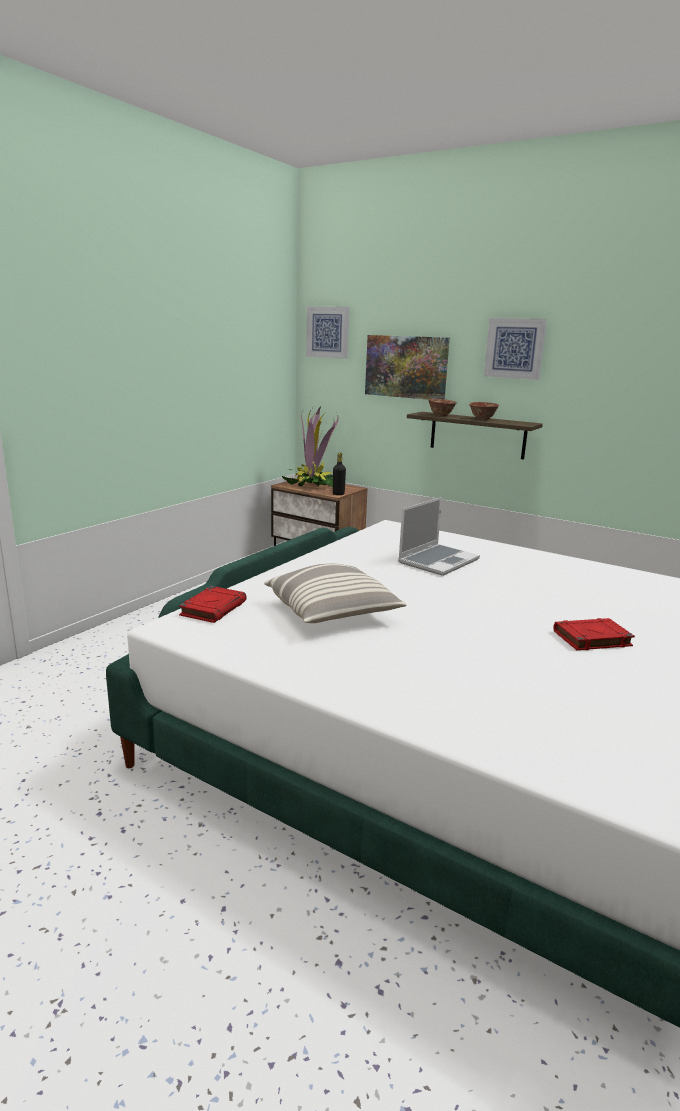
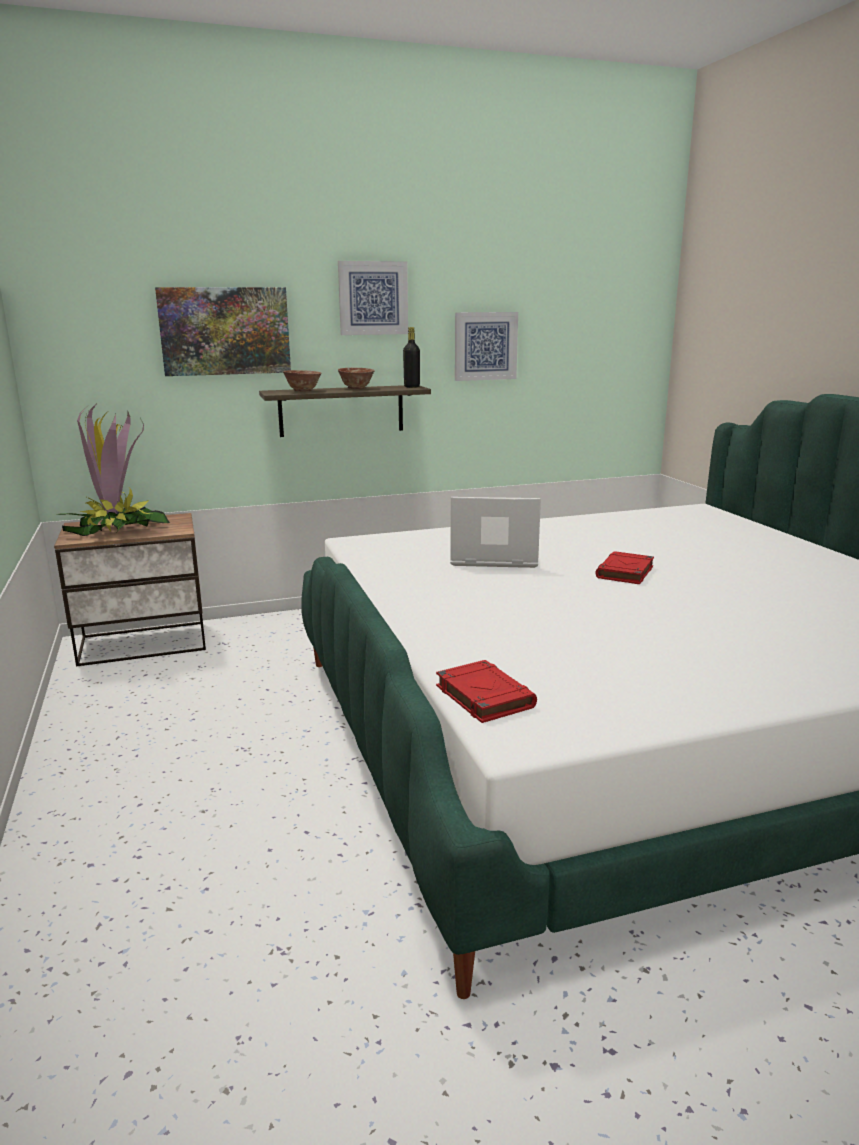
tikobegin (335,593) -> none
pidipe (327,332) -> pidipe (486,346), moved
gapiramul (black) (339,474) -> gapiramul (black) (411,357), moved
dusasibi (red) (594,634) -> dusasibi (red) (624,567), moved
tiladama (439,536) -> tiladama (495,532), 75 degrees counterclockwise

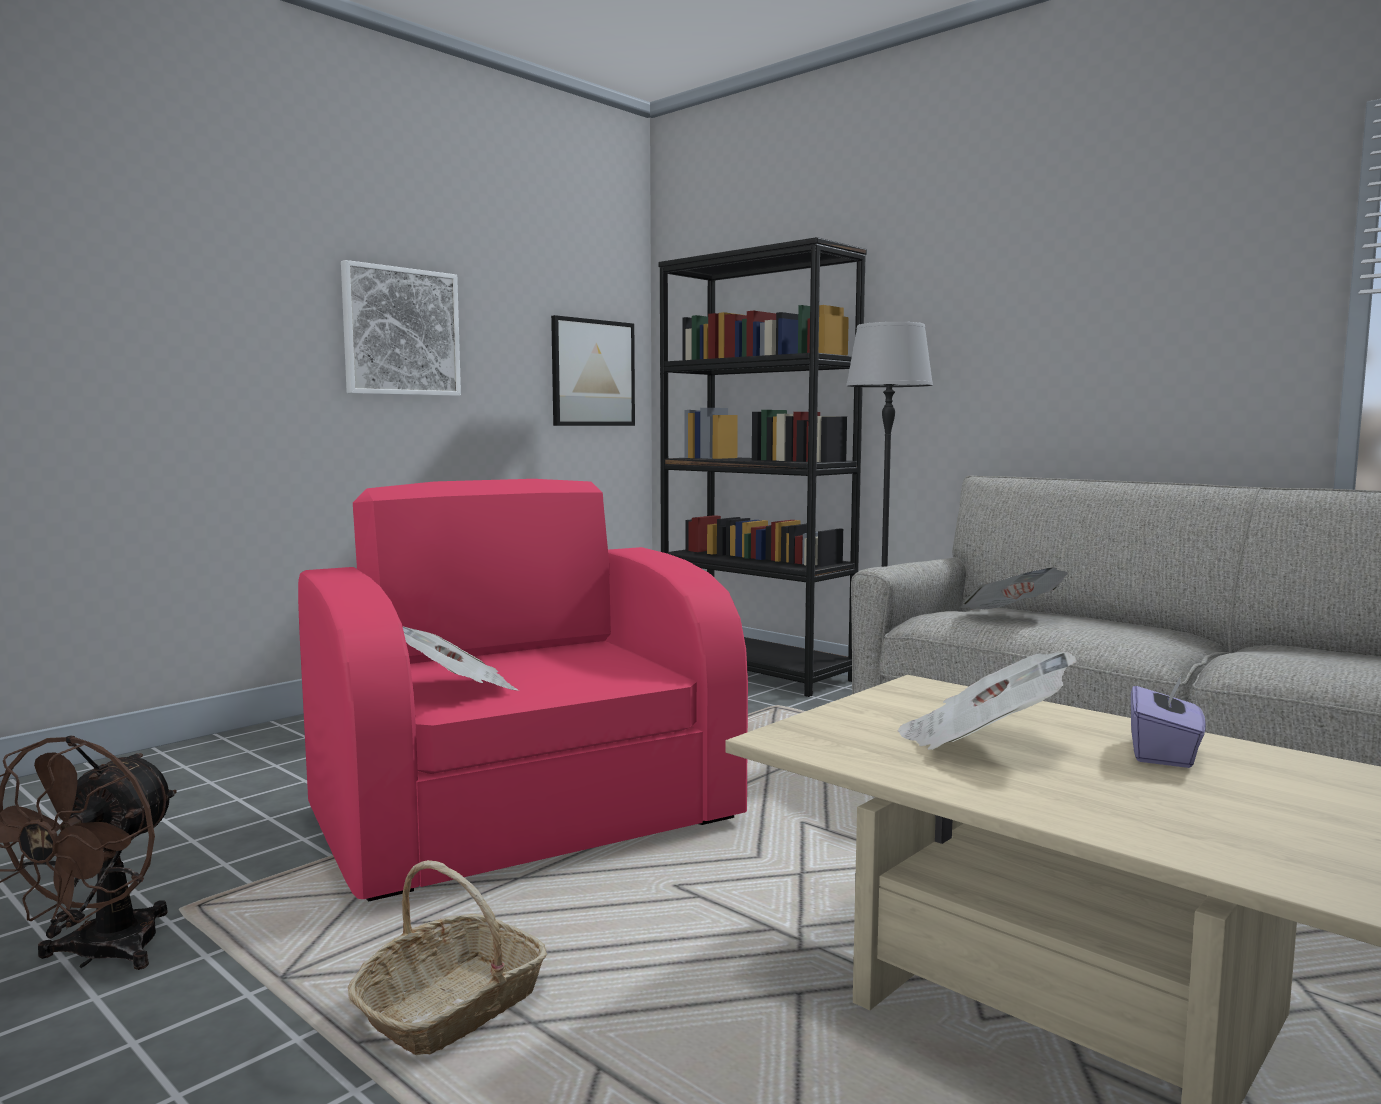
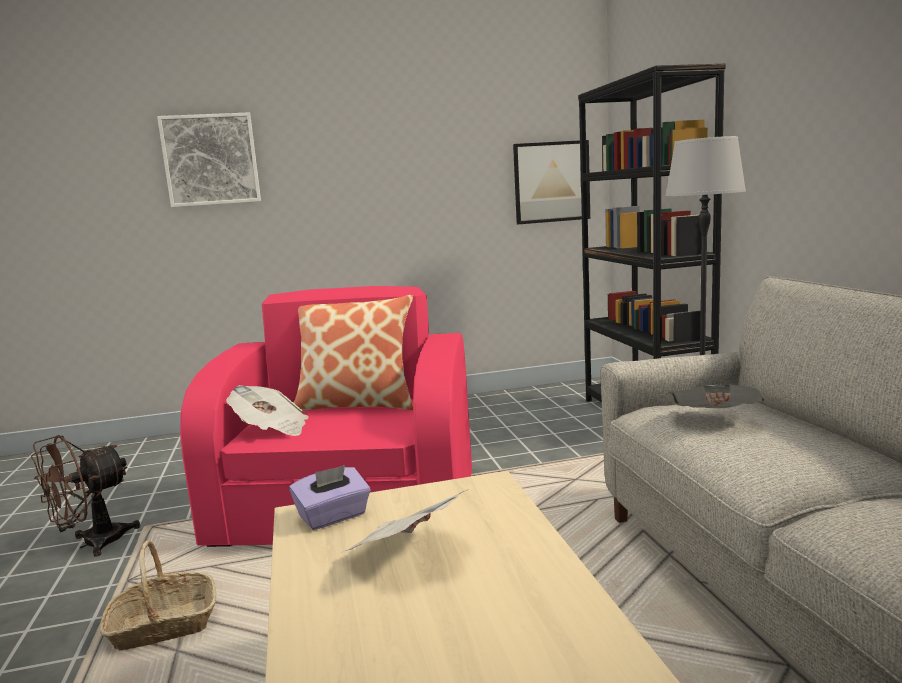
none -> tikobegin (353,353)
pidipe (401,328) -> pidipe (209,159), moved
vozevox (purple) (1168,721) -> vozevox (purple) (329,497), moved

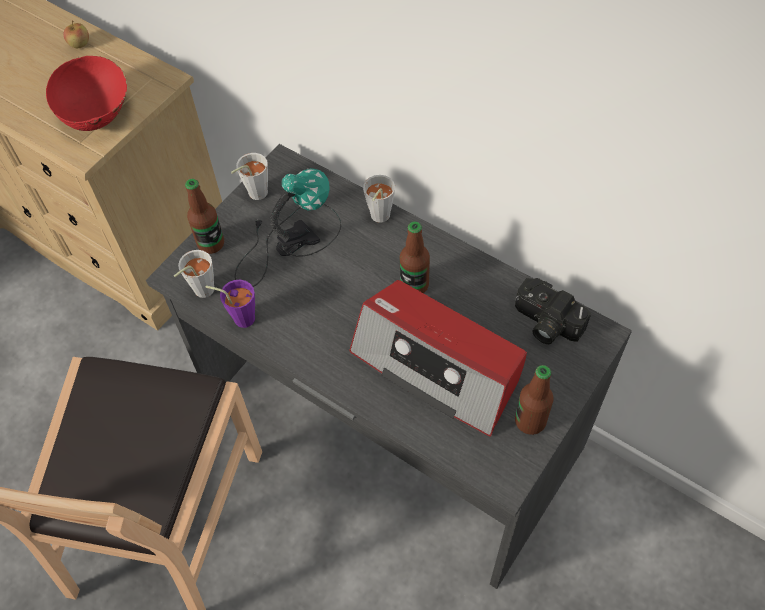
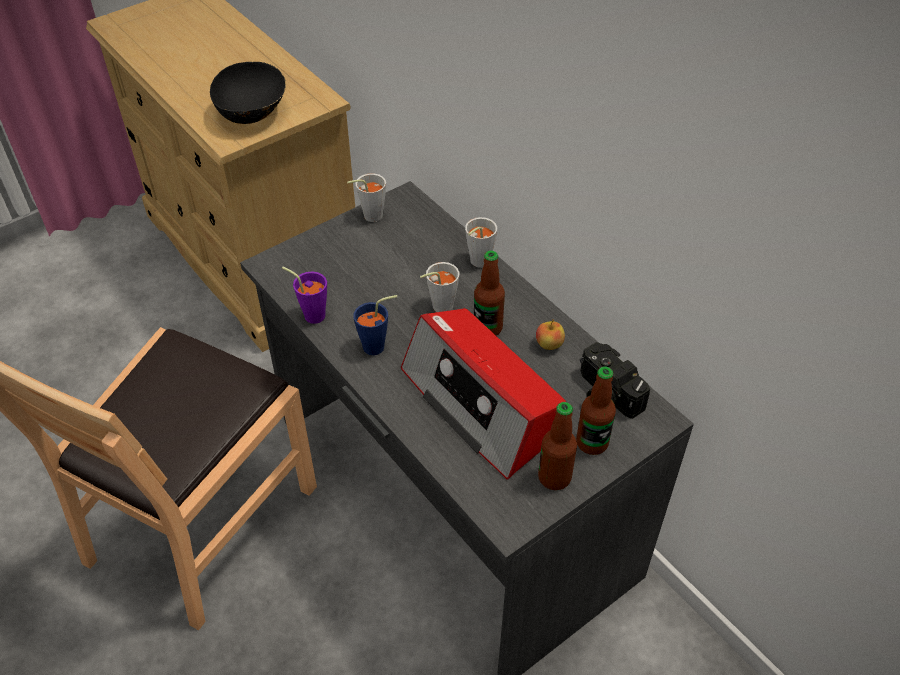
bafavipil (288,227) -> none
none -> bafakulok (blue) (375,325)
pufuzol (76,34) -> pufuzol (550,335), moved
bafakulok (grey) (194,274) -> bafakulok (grey) (439,287), moved
gapiramul (204,216) -> gapiramul (596,411), moved
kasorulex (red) (86,93) -> kasorulex (black) (248,93)

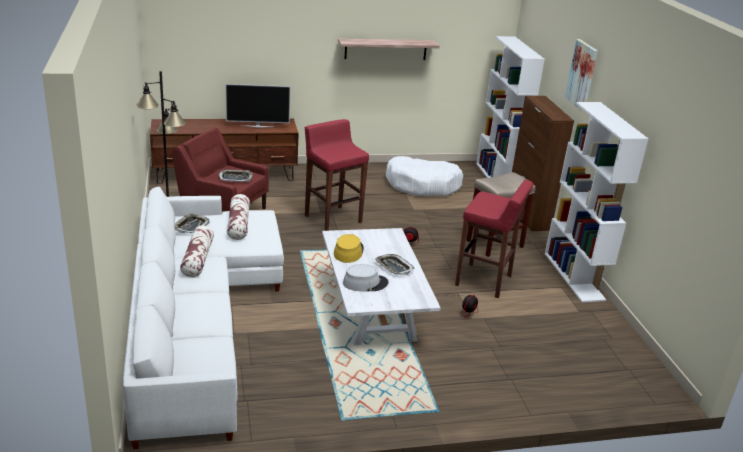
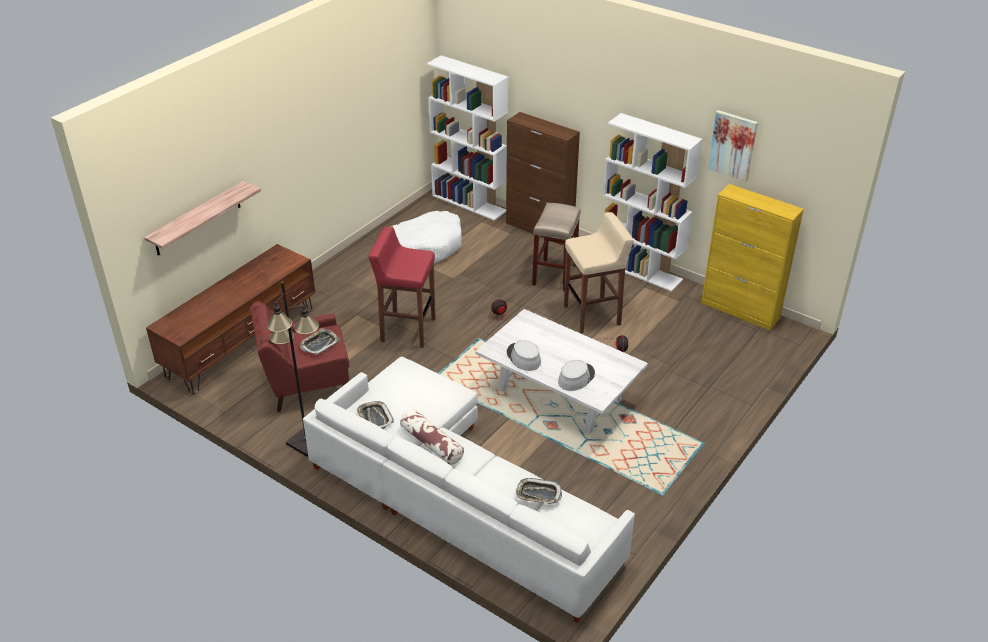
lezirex (257,105) -> none
tikobegin (238,217) -> none
none -> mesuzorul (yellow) (752,257)
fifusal (389,49) -> fifusal (202,218), moved
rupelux (395,264) -> rupelux (539,491), moved
pidipe (581,75) -> pidipe (733,146), moved
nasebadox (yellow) (349,248) -> nasebadox (grey) (524,355)
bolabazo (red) (494,239) -> bolabazo (beige) (599,272)

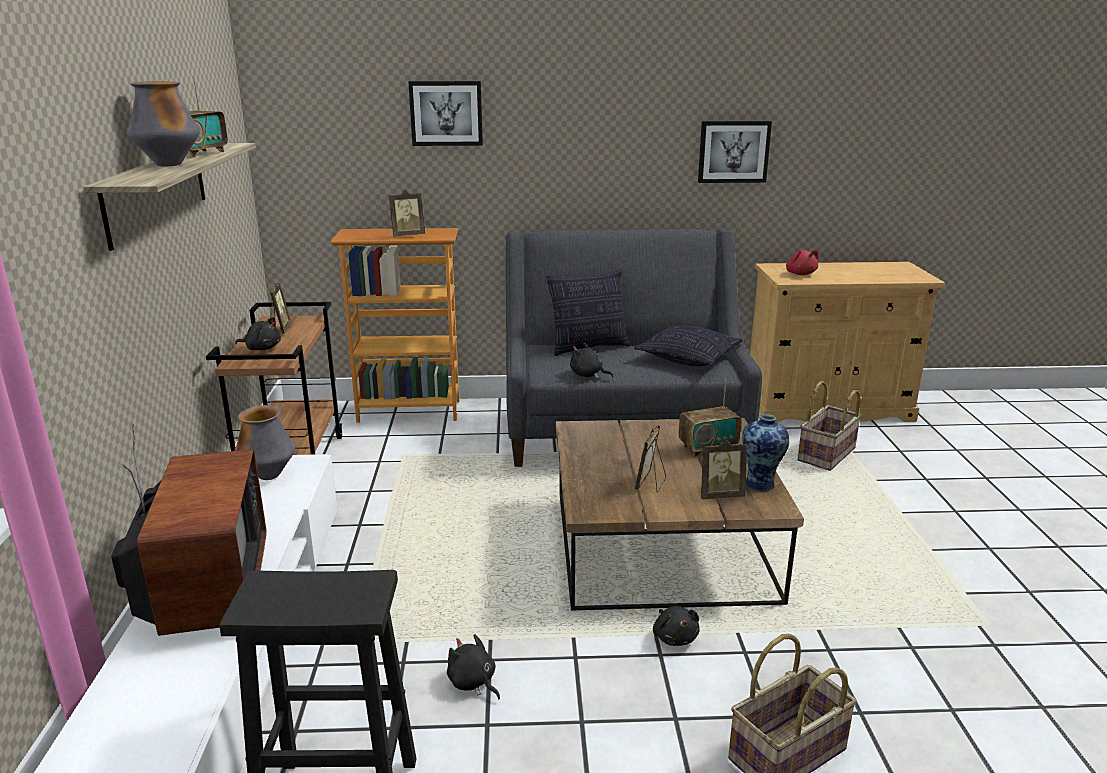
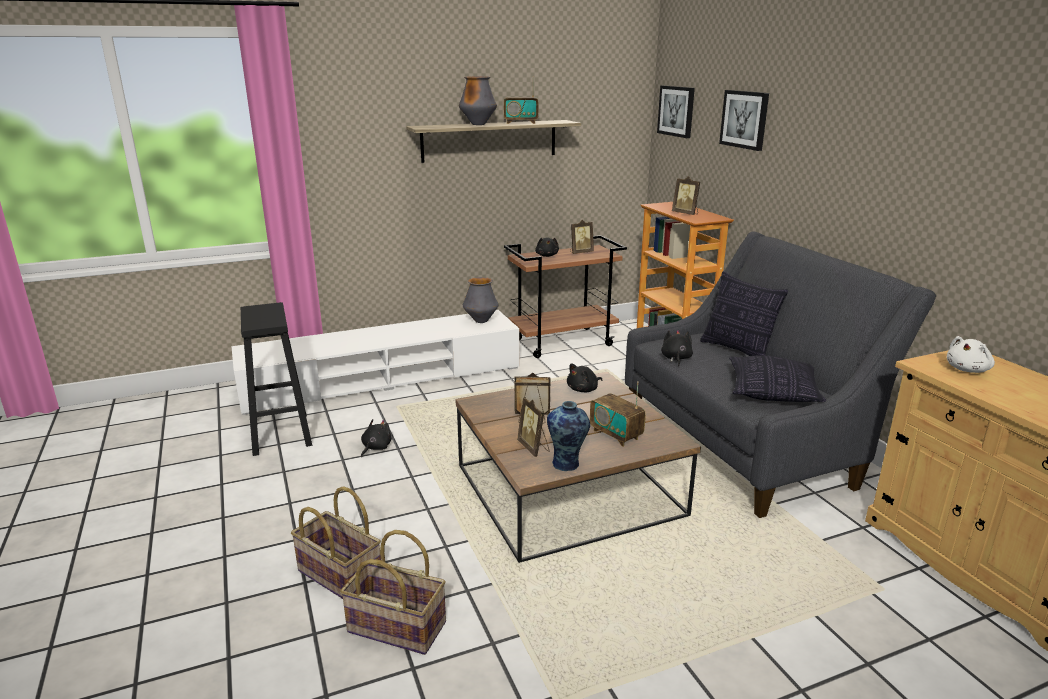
lezirex (189,530) -> none
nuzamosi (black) (676,626) -> nuzamosi (black) (585,377), moved
pidipe (735,152) -> pidipe (676,111), moved
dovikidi (829,426) -> dovikidi (393,592), moved
nuzamosi (red) (802,262) -> nuzamosi (white) (971,354)

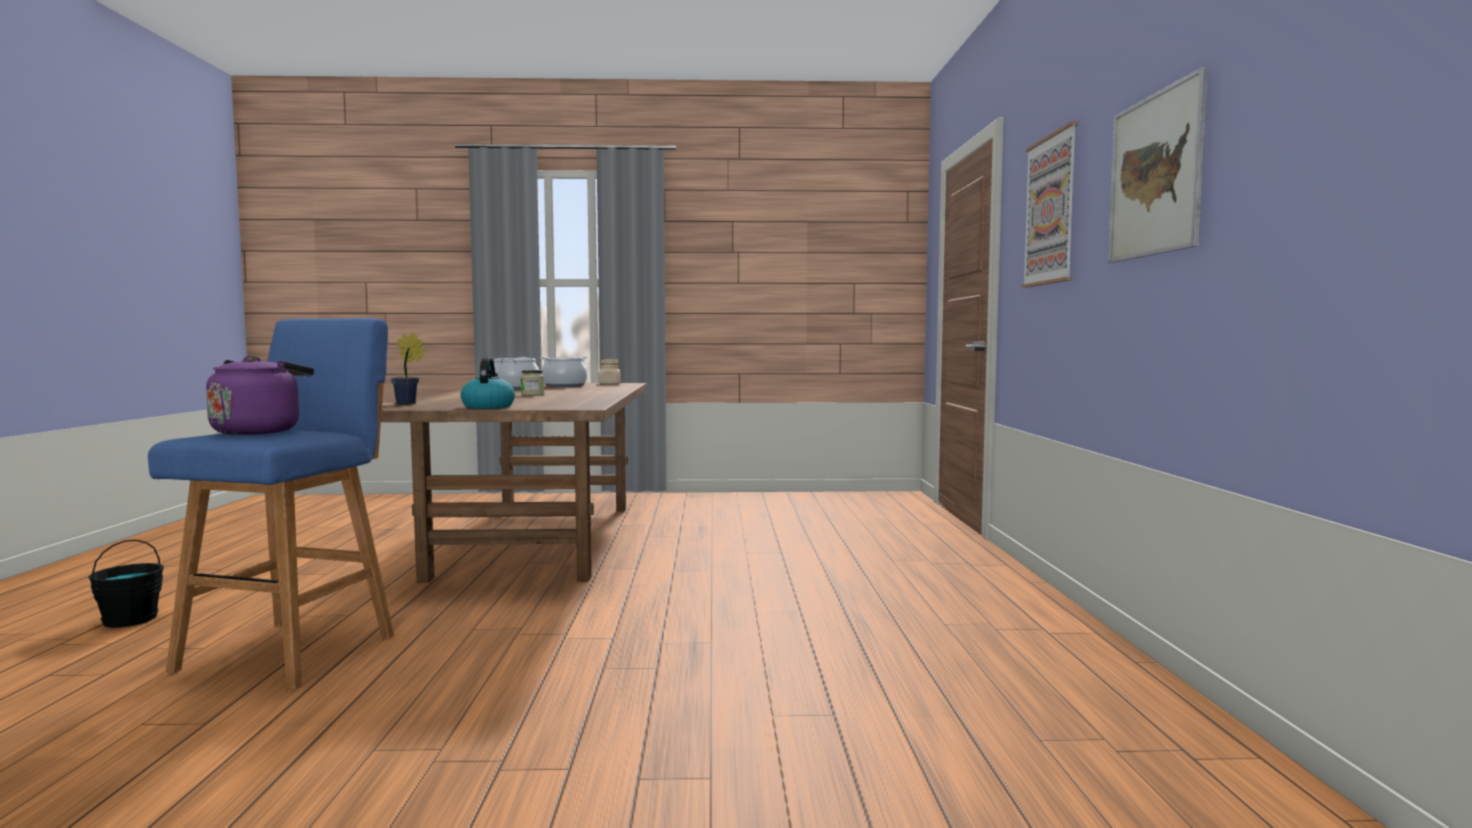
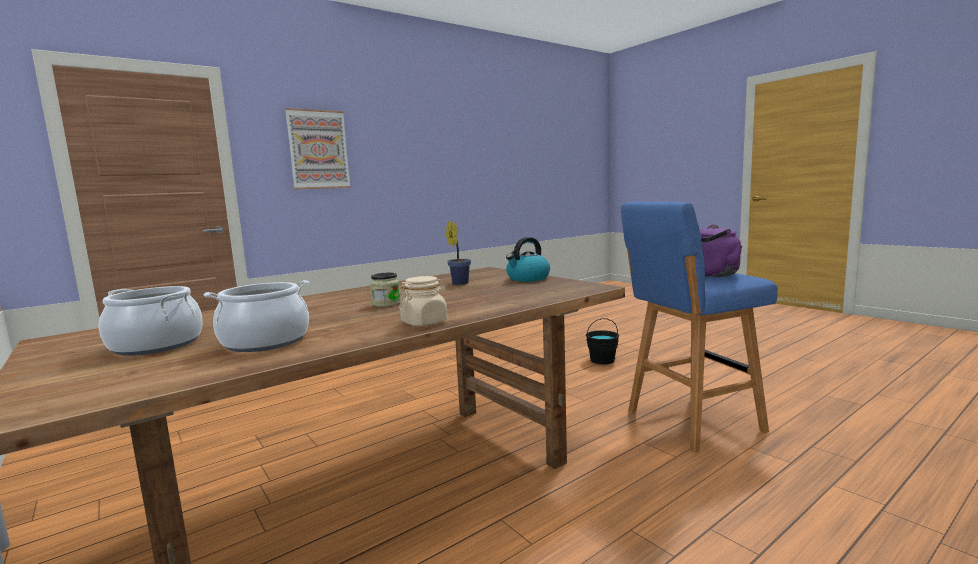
pidipe (1158,165) -> none
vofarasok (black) (126,584) -> vofarasok (black) (602,341), moved
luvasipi (408,369) -> luvasipi (458,252), moved
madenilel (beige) (610,372) -> madenilel (beige) (423,301), moved

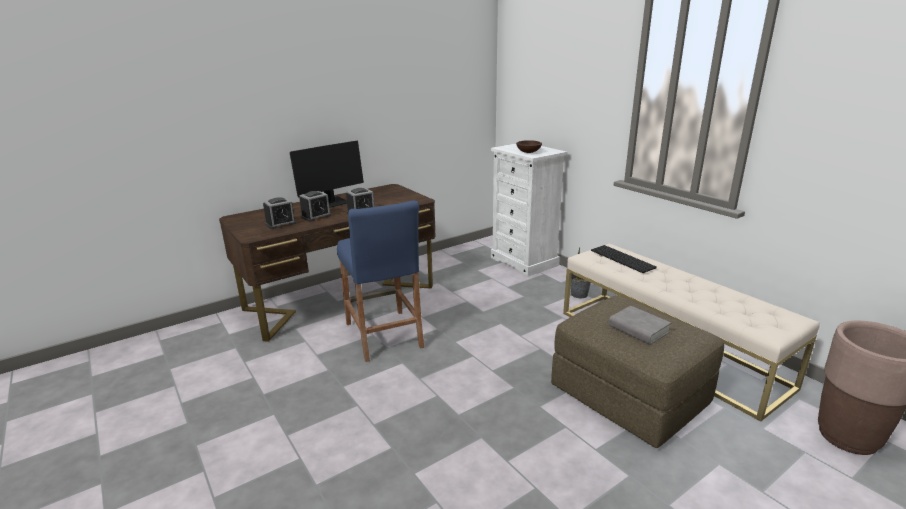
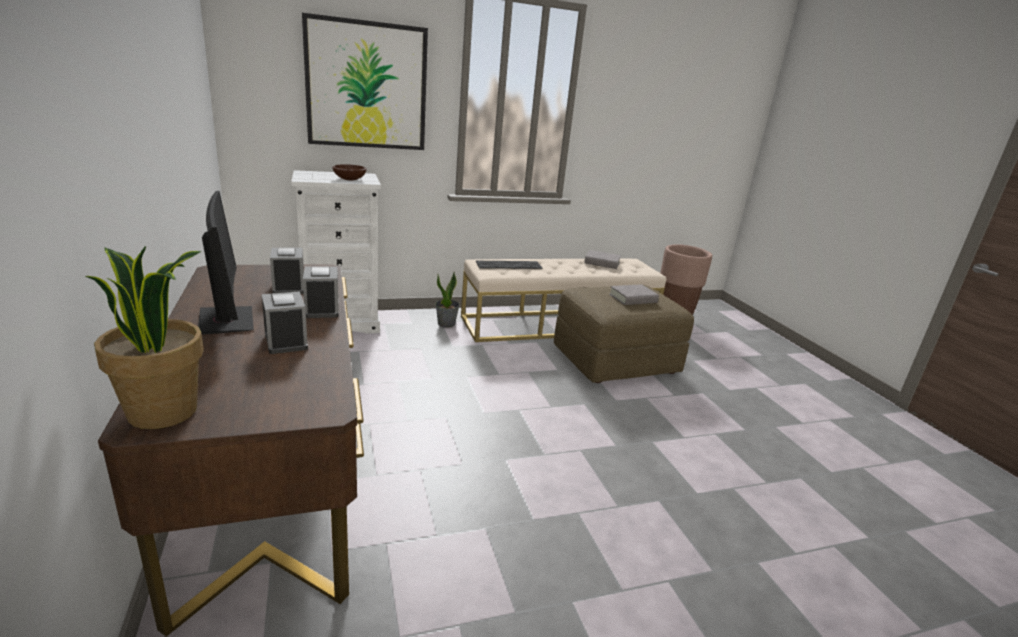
bolabazo (blue) (380,281) -> none
none -> luvasipi (144,337)
none -> pidipe (365,81)
none -> dusasibi (grey) (602,259)
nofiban (280,213) -> nofiban (287,270), moved

